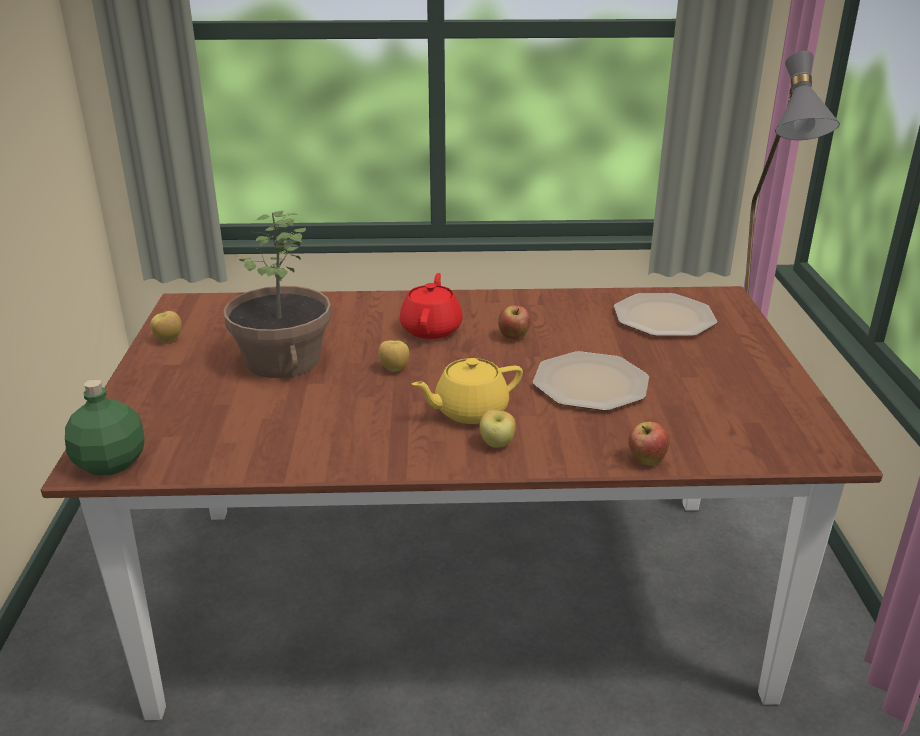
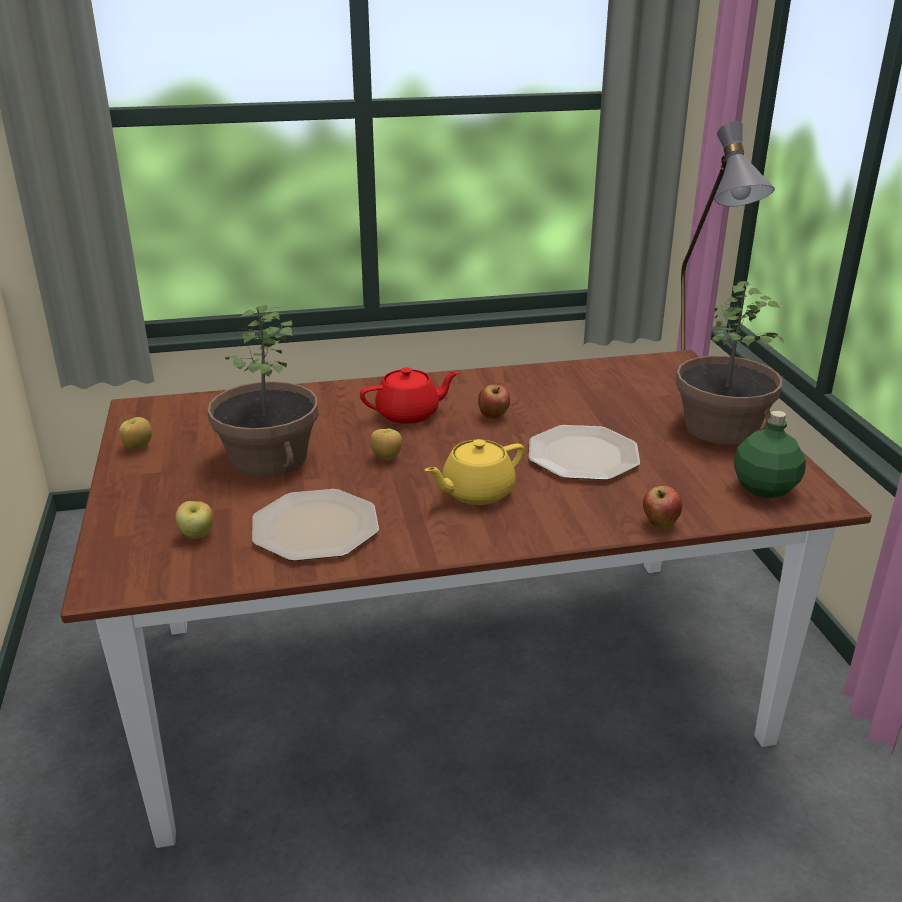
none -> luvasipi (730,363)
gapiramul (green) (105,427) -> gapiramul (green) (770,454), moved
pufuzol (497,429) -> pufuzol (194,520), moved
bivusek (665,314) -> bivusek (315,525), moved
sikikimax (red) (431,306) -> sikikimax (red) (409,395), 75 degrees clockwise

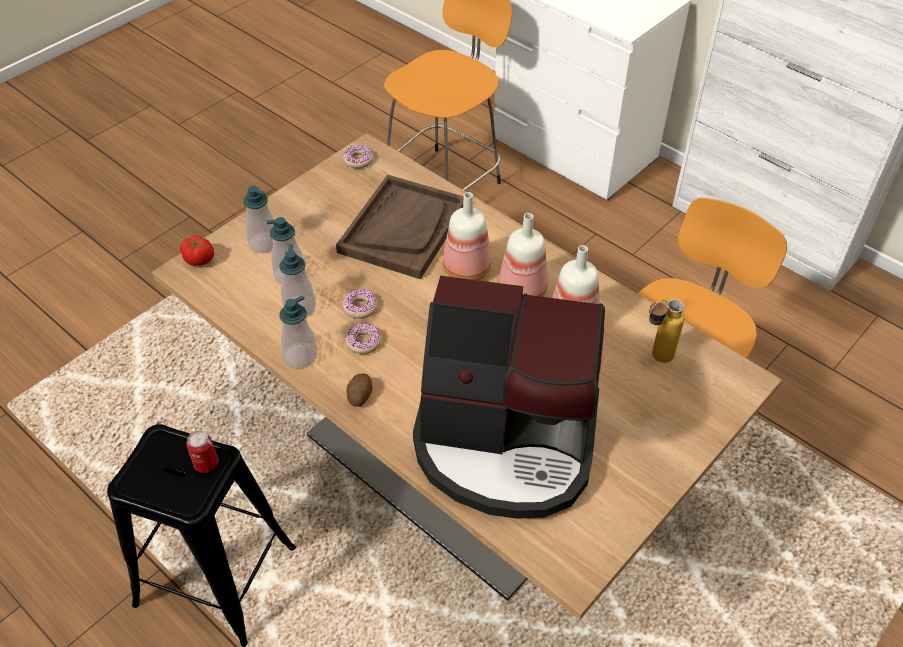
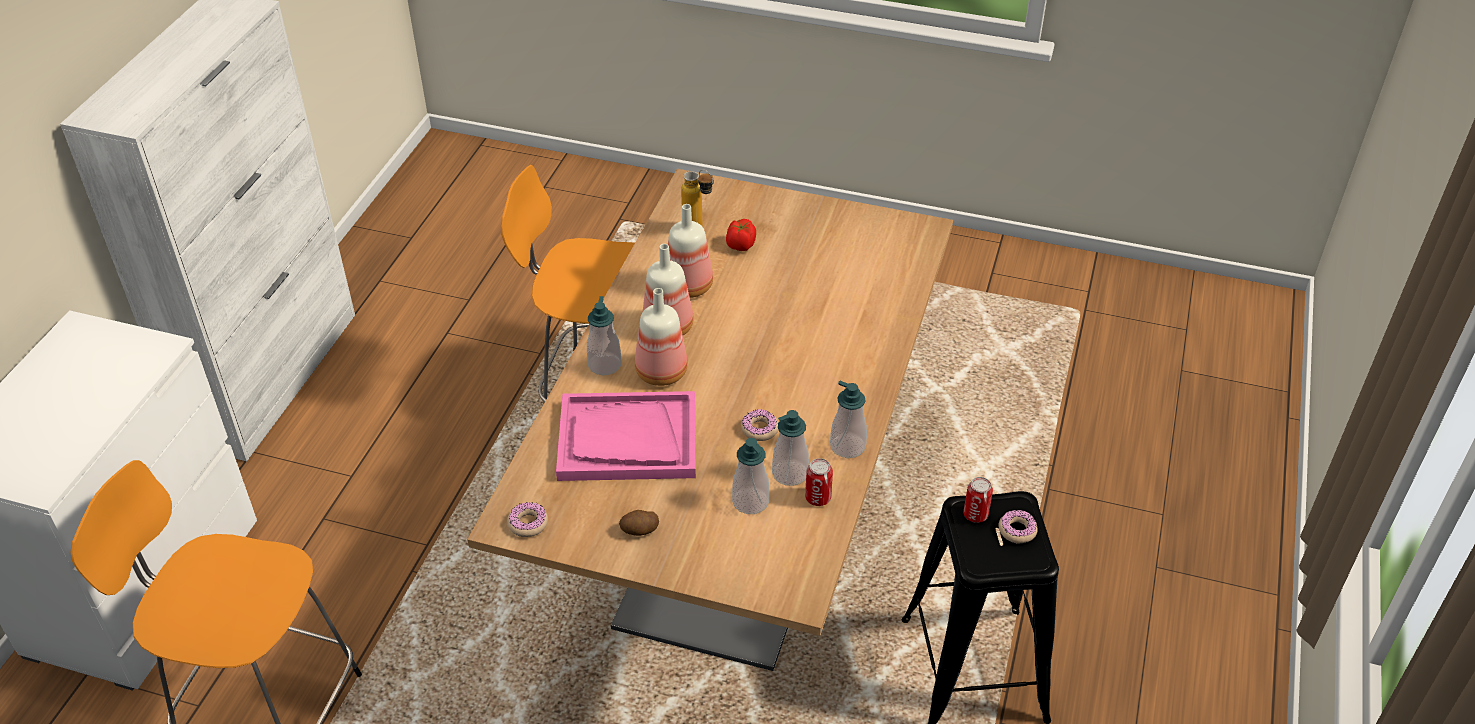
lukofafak (509,397) -> none
none -> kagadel (819,482)
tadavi (197,250) -> tadavi (741,235), moved
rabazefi (258,219) -> rabazefi (604,335), moved
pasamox (363,338) -> pasamox (1018,526), moved
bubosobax (359,390) -> bubosobax (639,523), moved
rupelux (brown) (400,226) -> rupelux (pink) (626,436)

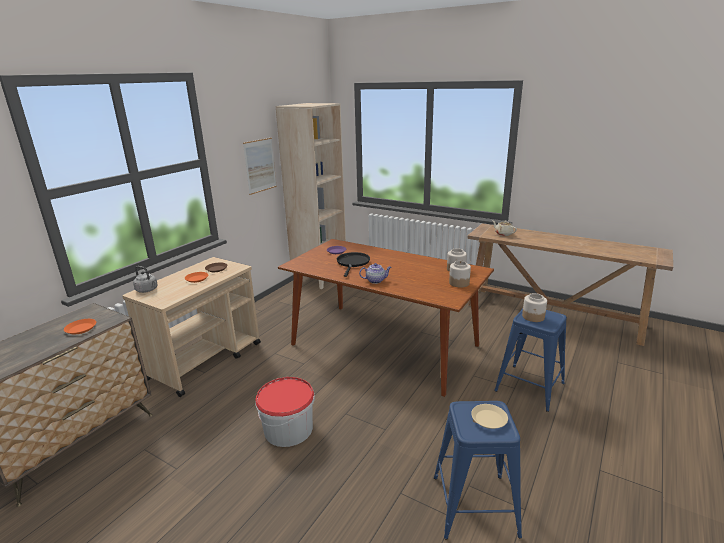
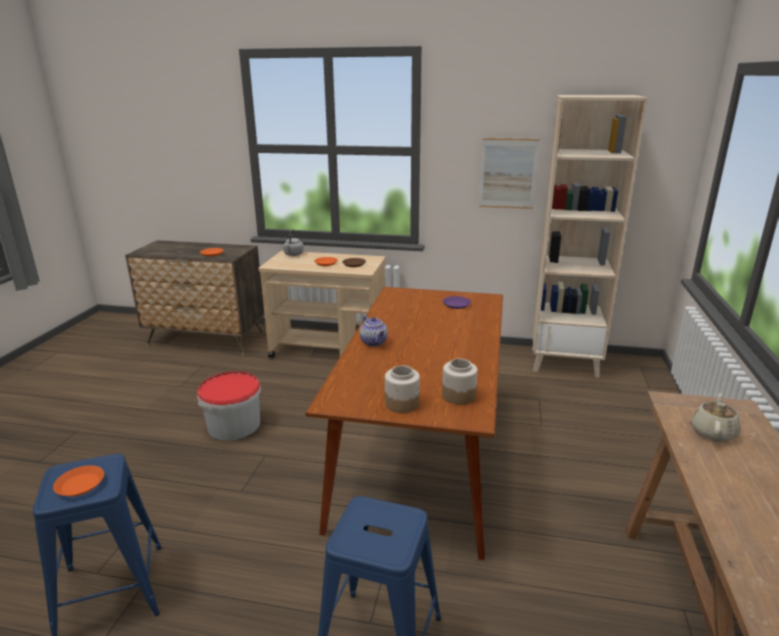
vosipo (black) (353,264) -> none
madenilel (534,307) -> none
bivusek (beige) (489,416) -> bivusek (orange) (78,481)

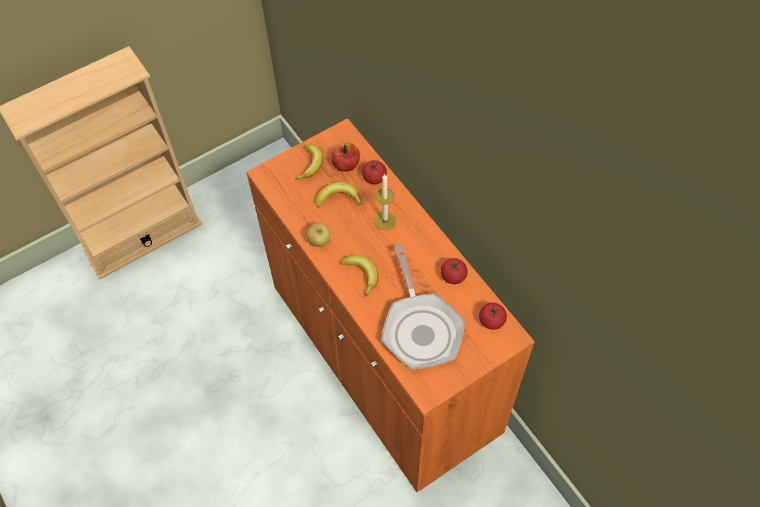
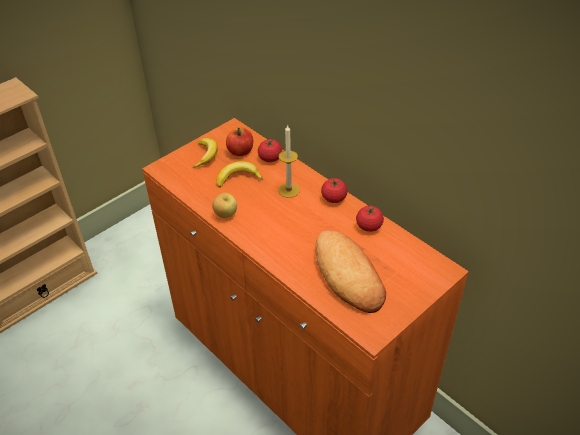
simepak (359,276) -> none
tadavi (493,316) -> tadavi (334,190), moved
vosipo (423,307) -> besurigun (350,271)

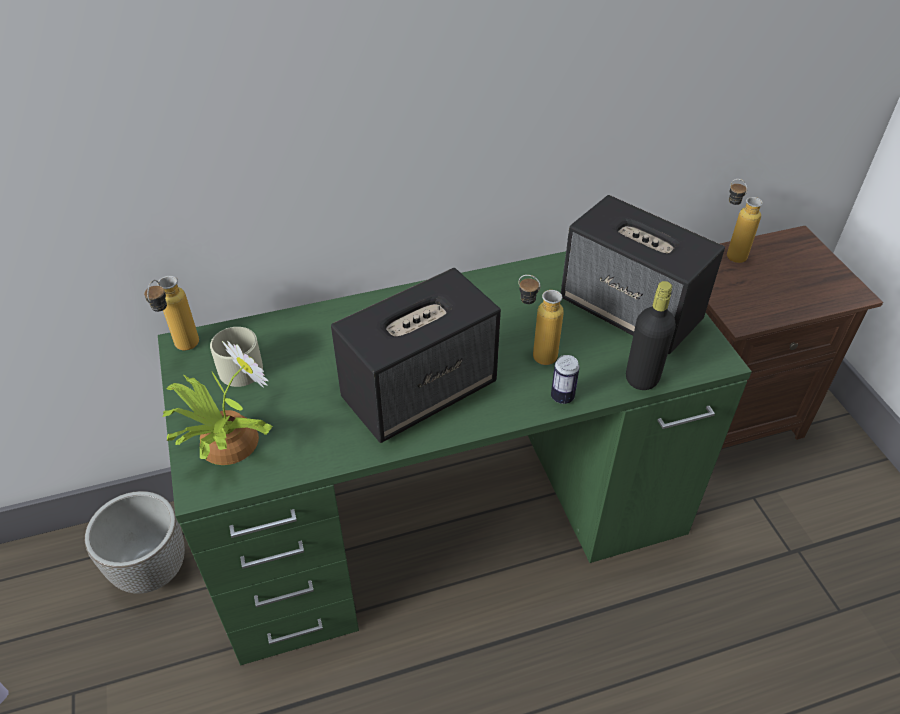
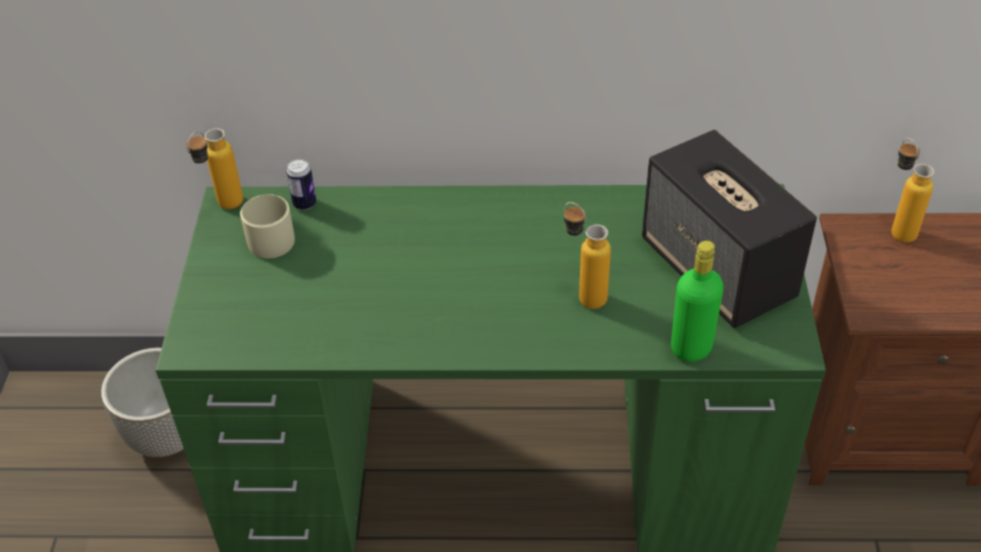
luvasipi (217,403) -> none
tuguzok (416,355) -> none
kagadel (565,379) -> kagadel (301,184), moved
gapiramul (black) (651,335) -> gapiramul (green) (697,301)

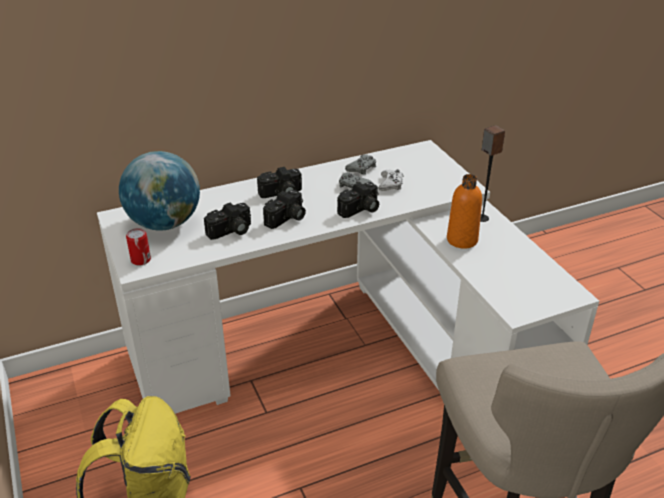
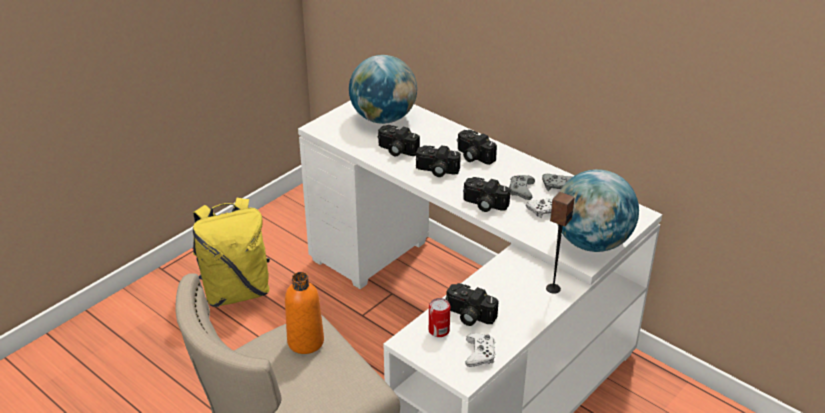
none -> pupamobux (472,304)
none -> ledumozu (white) (480,350)
none -> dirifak (599,210)
kagadel (138,247) -> kagadel (439,317), moved
gapiramul (orange) (464,211) -> gapiramul (orange) (304,313), moved

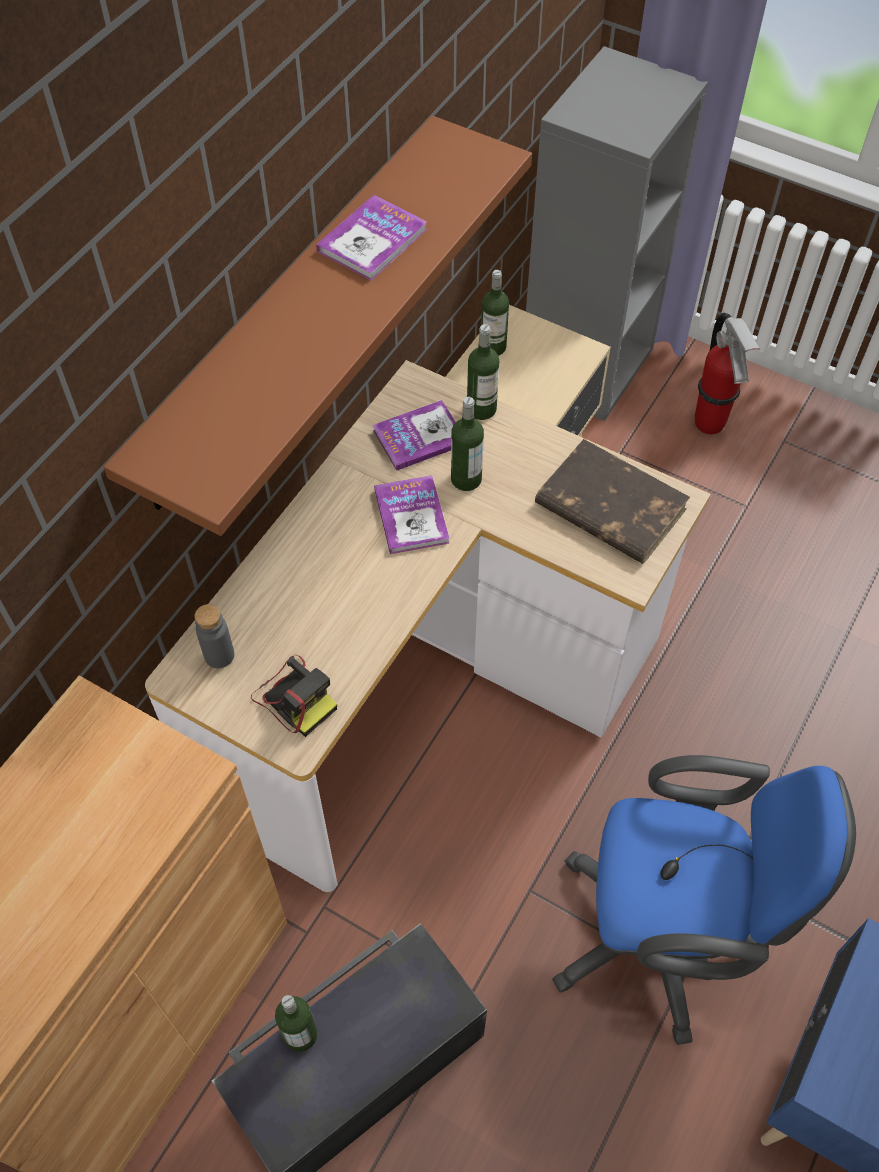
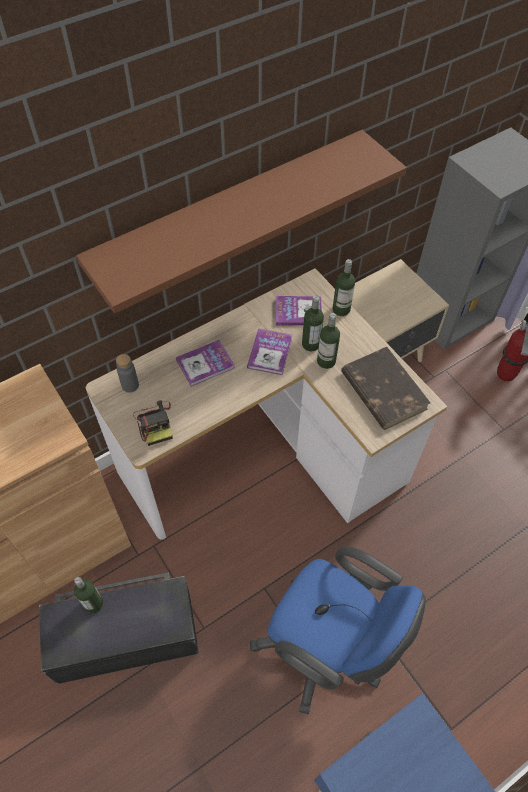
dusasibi (371,238) -> dusasibi (205,363), moved
gapiramul (495,313) -> gapiramul (328,341), moved

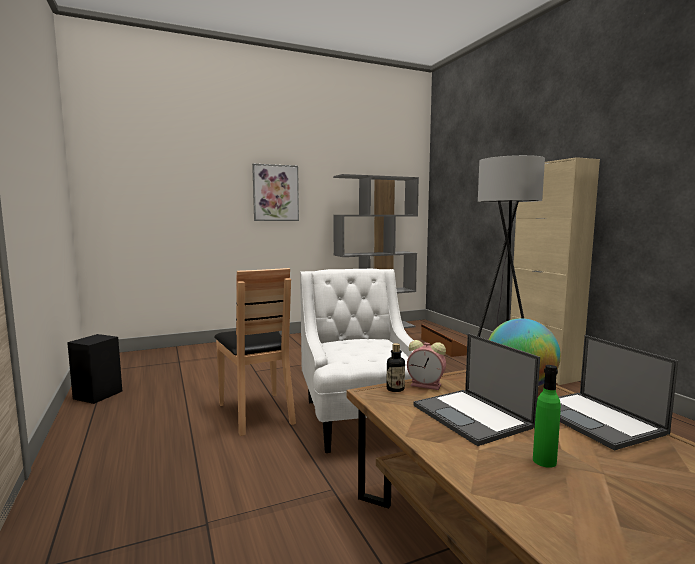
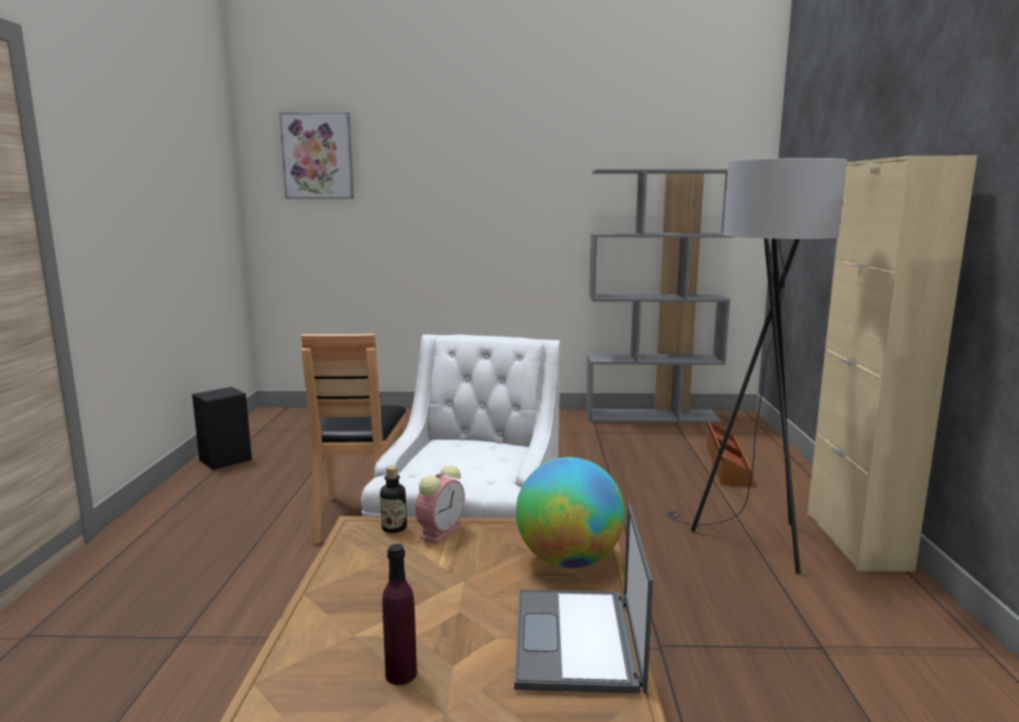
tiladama (476,389) -> none
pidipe (275,192) -> pidipe (316,155), moved
gapiramul (green) (547,416) -> gapiramul (purple) (399,614)
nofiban (426,365) -> nofiban (440,504), 105 degrees counterclockwise

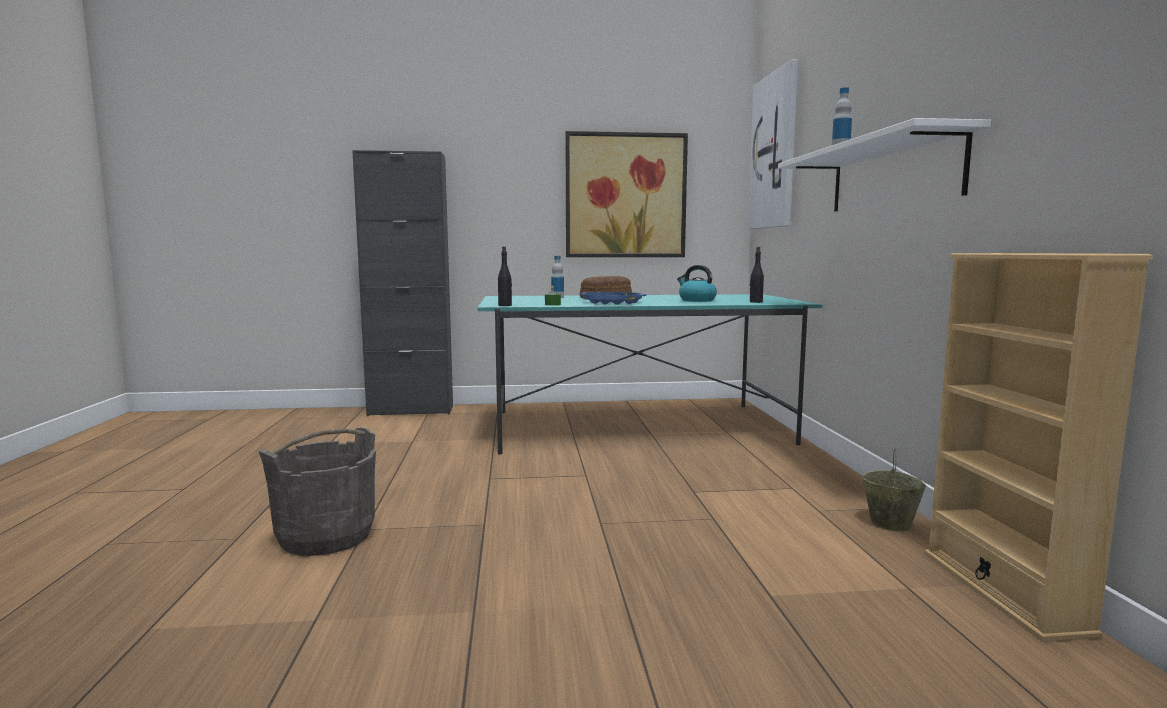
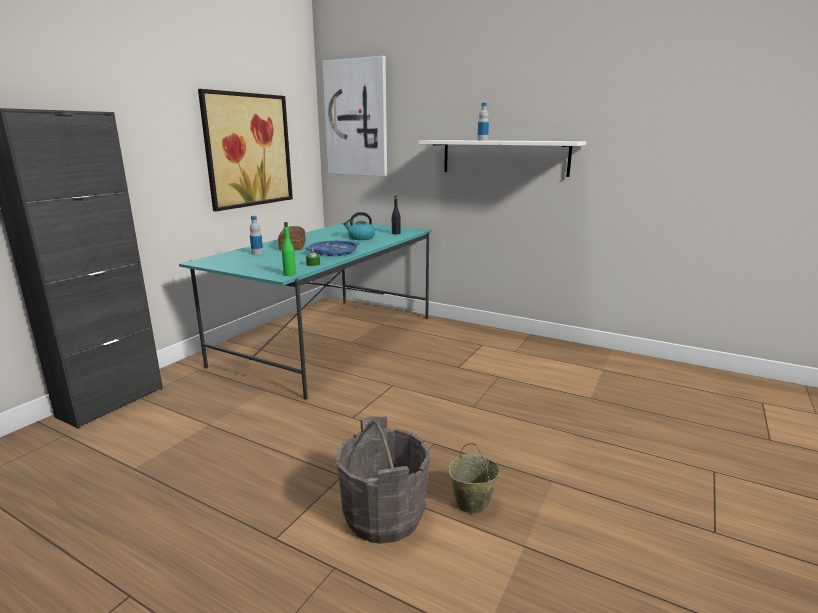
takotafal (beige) (1038,447) -> none
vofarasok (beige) (893,490) -> vofarasok (beige) (474,478), moved
gapiramul (black) (505,276) -> gapiramul (green) (289,249)

